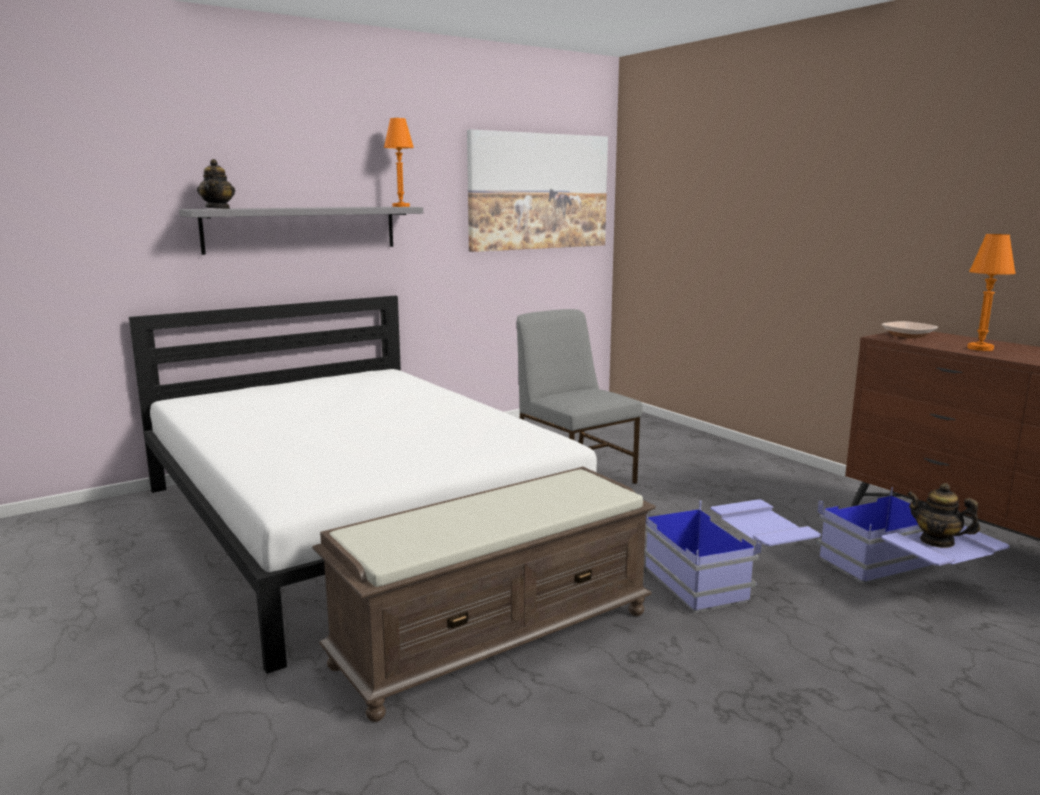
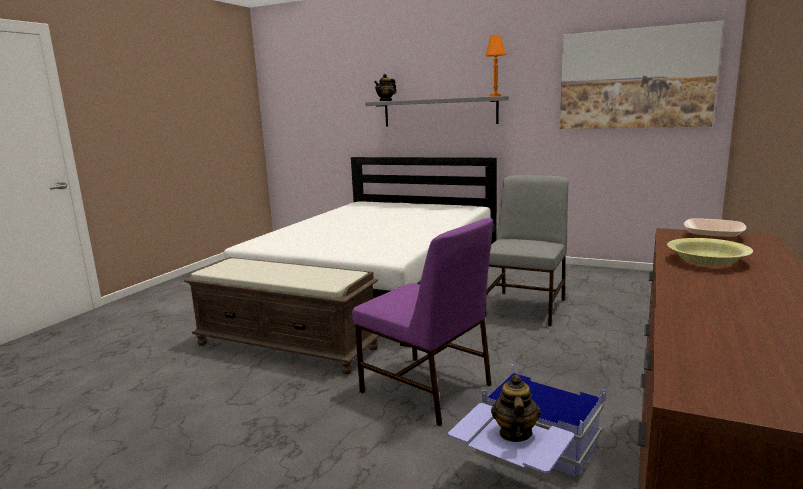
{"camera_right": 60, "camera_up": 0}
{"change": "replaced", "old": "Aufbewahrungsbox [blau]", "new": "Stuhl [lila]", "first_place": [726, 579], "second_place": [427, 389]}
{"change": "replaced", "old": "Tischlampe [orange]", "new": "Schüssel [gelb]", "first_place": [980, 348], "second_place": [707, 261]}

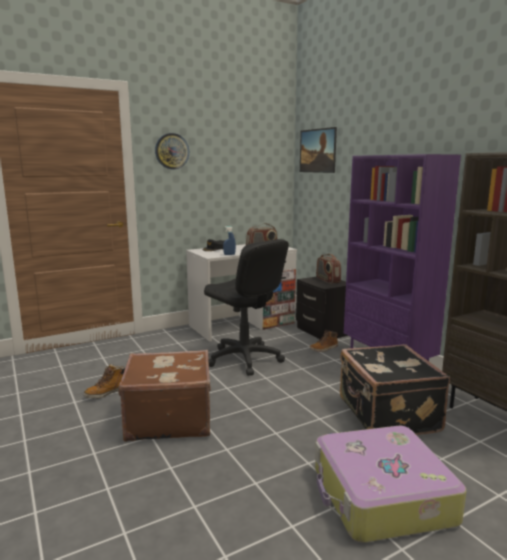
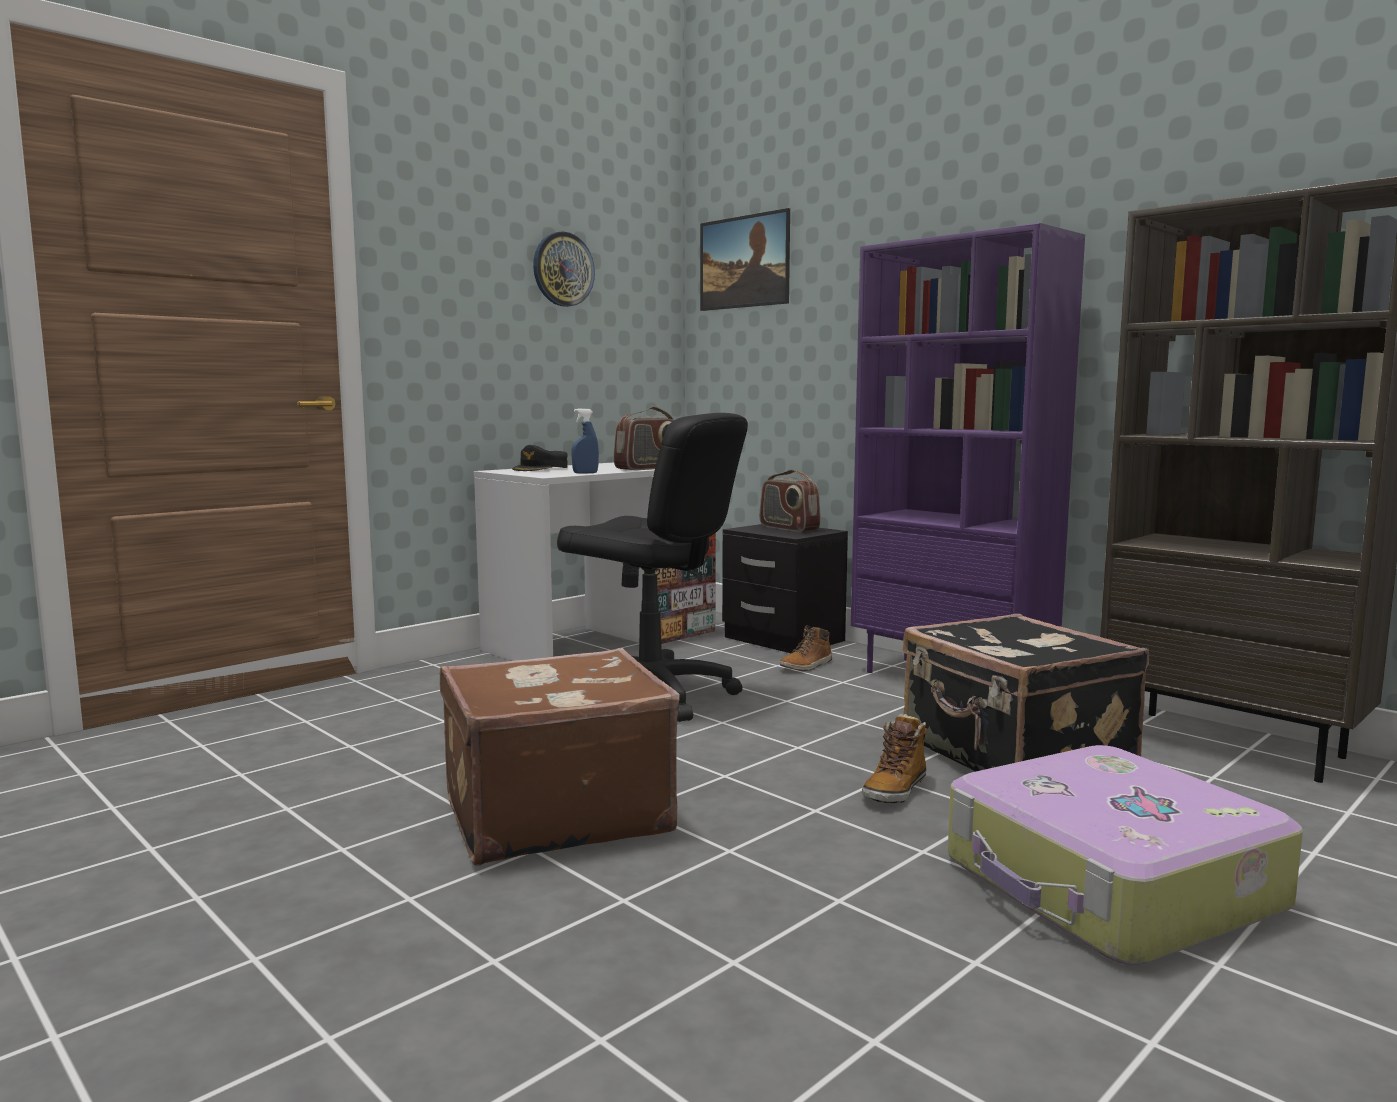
{"camera_right": -15, "camera_up": -5}
{"change": "moved", "old": "Stiefel", "first_place": [106, 393], "second_place": [895, 790]}
{"change": "moved", "old": "Wanduhr", "first_place": [172, 151], "second_place": [563, 269]}

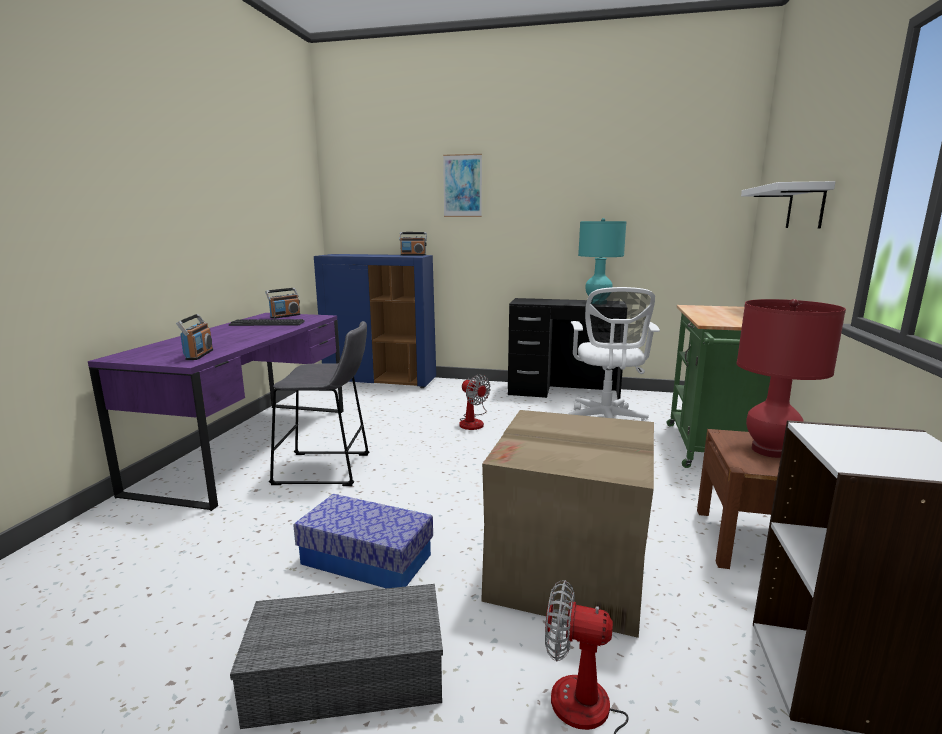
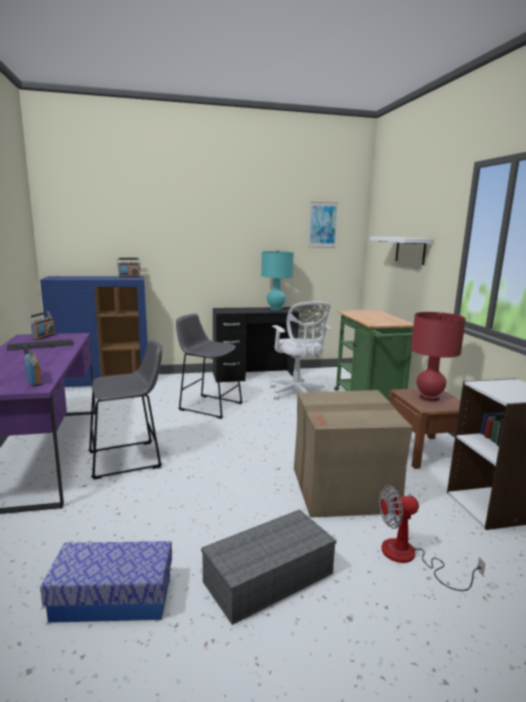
{"camera_right": -25, "camera_up": 0}
{"change": "moved", "old": "Aufbewahrungsbox", "first_place": [366, 559], "second_place": [112, 597]}
{"change": "moved", "old": "Bild", "first_place": [462, 186], "second_place": [323, 225]}
{"change": "replaced", "old": "Ventilator", "new": "Hocker [grau]", "first_place": [473, 421], "second_place": [208, 406]}

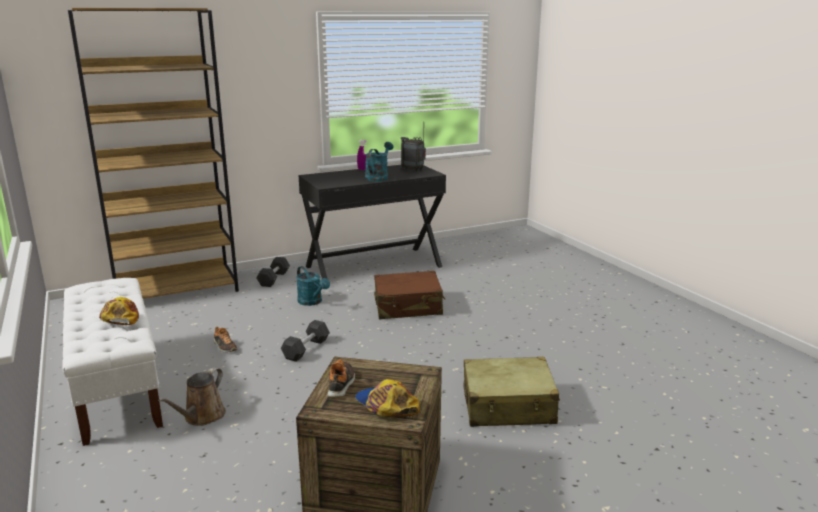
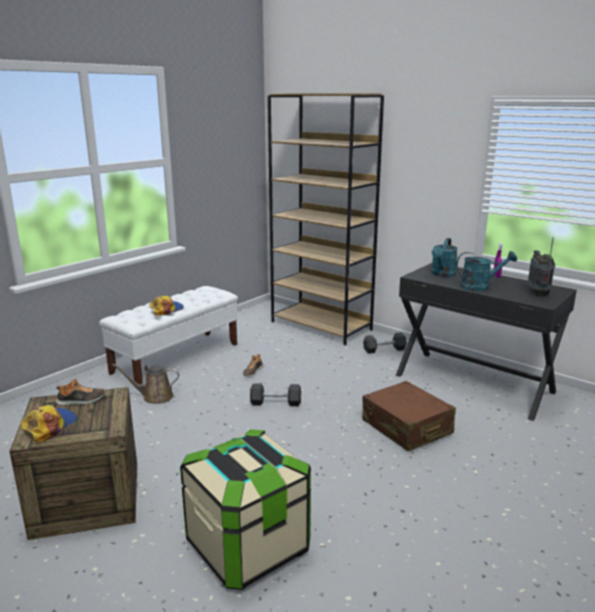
{"camera_right": 65, "camera_up": 0}
{"change": "moved", "old": "Gießkanne [türkis]", "first_place": [312, 302], "second_place": [442, 274]}
{"change": "replaced", "old": "Koffer [beige]", "new": "Aufbewahrungsbox", "first_place": [508, 406], "second_place": [248, 546]}

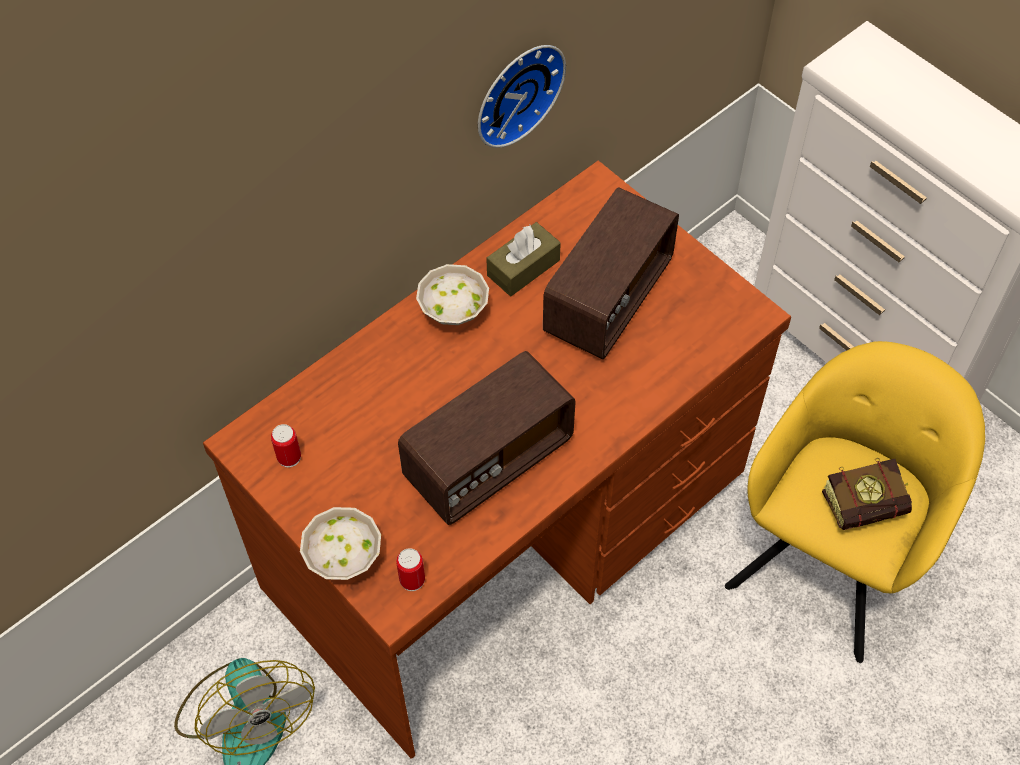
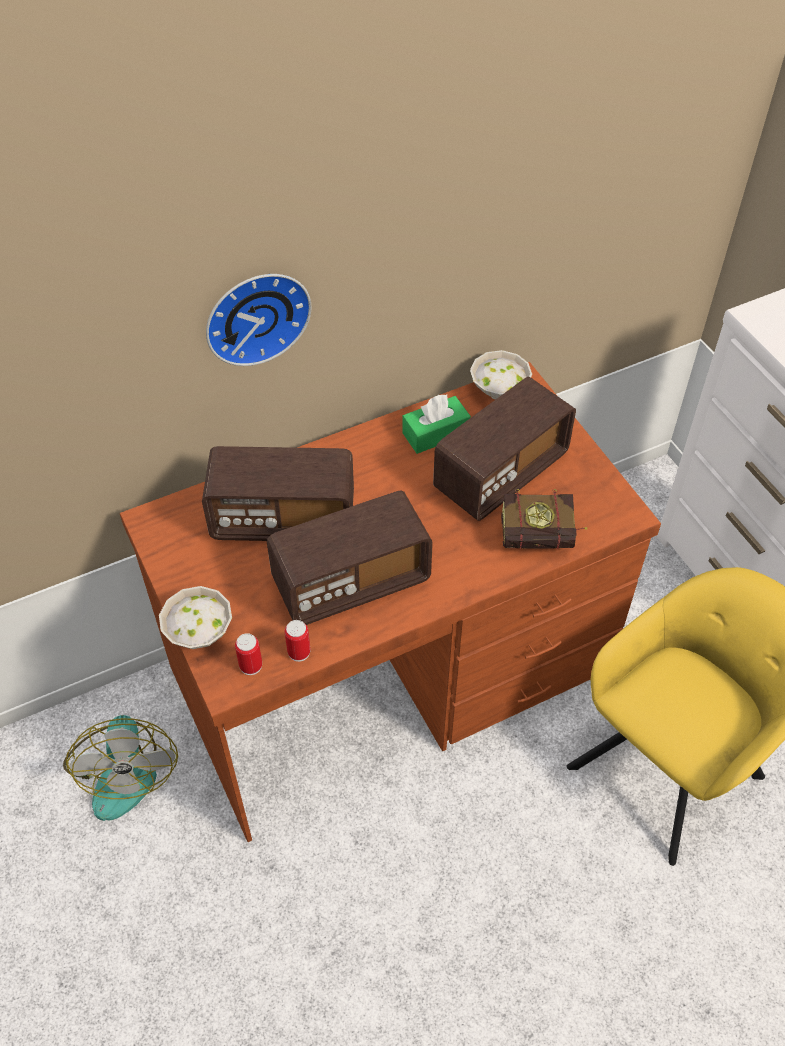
{"camera_right": 15, "camera_up": -5}
{"change": "added", "new": "Radio", "second_place": [283, 519]}
{"change": "moved", "old": "Dose", "first_place": [289, 457], "second_place": [299, 652]}
{"change": "moved", "old": "Schüssel [weiß]", "first_place": [452, 312], "second_place": [497, 391]}
{"change": "moved", "old": "Wanduhr", "first_place": [515, 91], "second_place": [255, 315]}
{"change": "moved", "old": "Buch", "first_place": [870, 505], "second_place": [544, 538]}
{"change": "recoloured", "old": "Taschentuchbox [braun]", "new": "Taschentuchbox [grün]", "first_place": [523, 268], "second_place": [435, 433]}

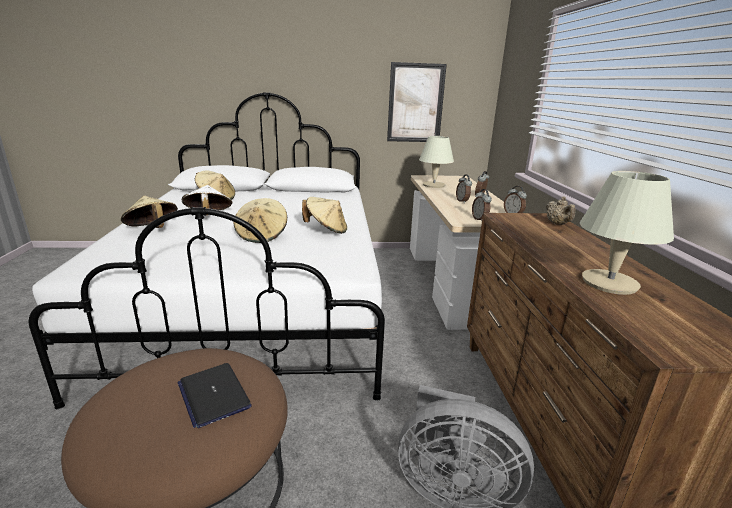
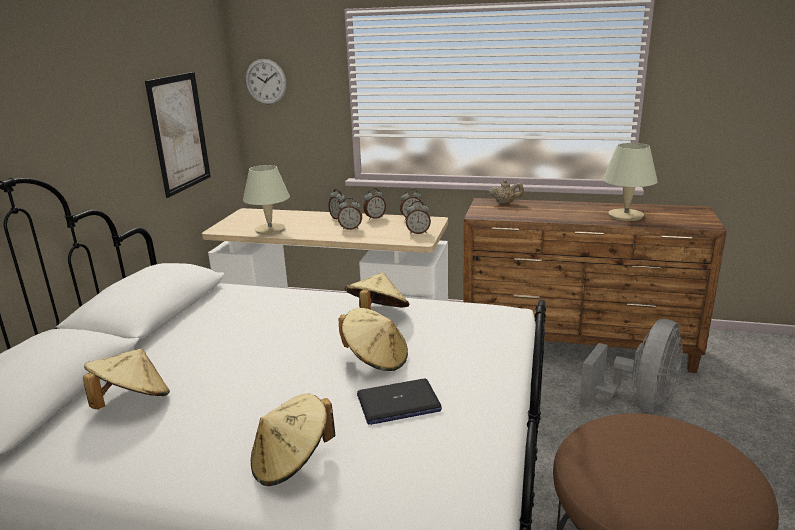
{"camera_right": -70, "camera_up": 0}
{"change": "removed", "old": "Hut [weiß]", "first_place": [208, 216]}
{"change": "added", "new": "Wanduhr", "second_place": [265, 81]}
{"change": "added", "new": "Wecker", "second_place": [375, 217]}
{"change": "moved", "old": "Laptop", "first_place": [213, 395], "second_place": [398, 403]}

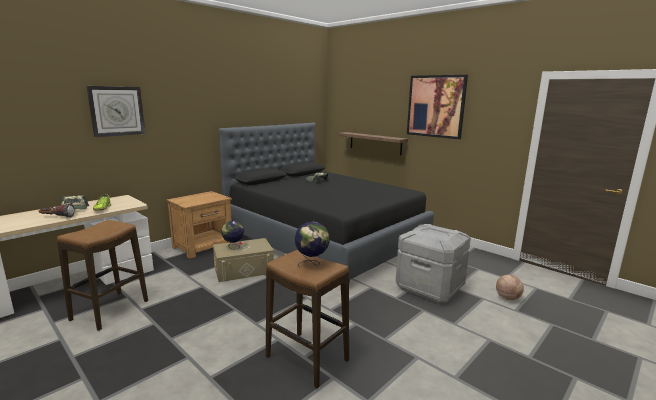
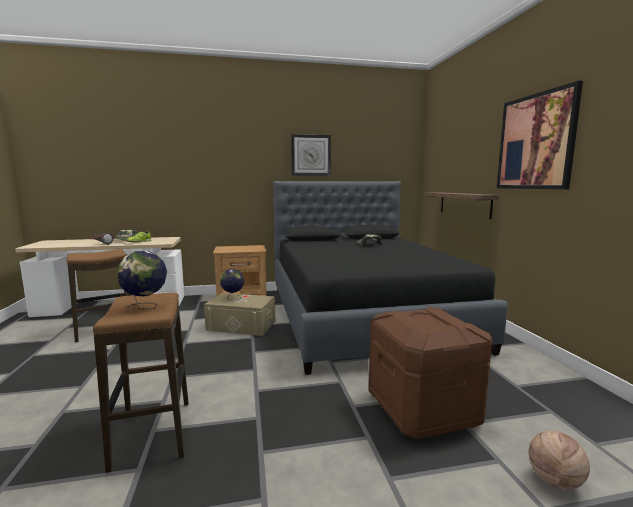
{"camera_right": 35, "camera_up": -5}
{"change": "moved", "old": "Wanduhr", "first_place": [117, 111], "second_place": [310, 155]}
{"change": "recoloured", "old": "Aufbewahrungsbox [grau]", "new": "Aufbewahrungsbox [braun]", "first_place": [430, 287], "second_place": [424, 409]}

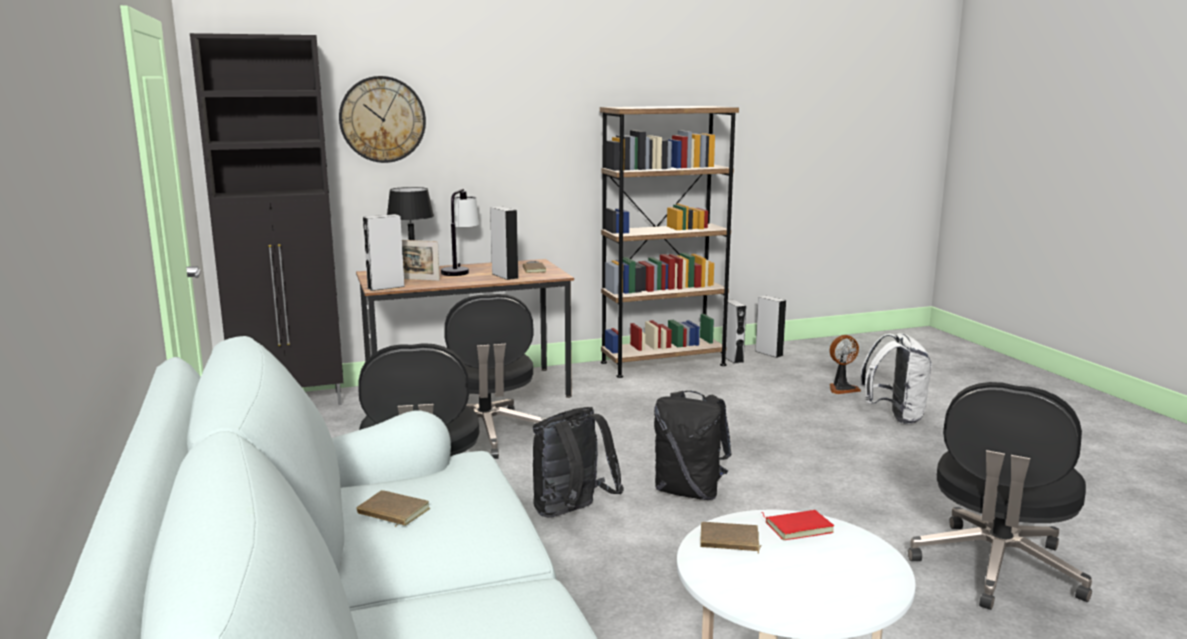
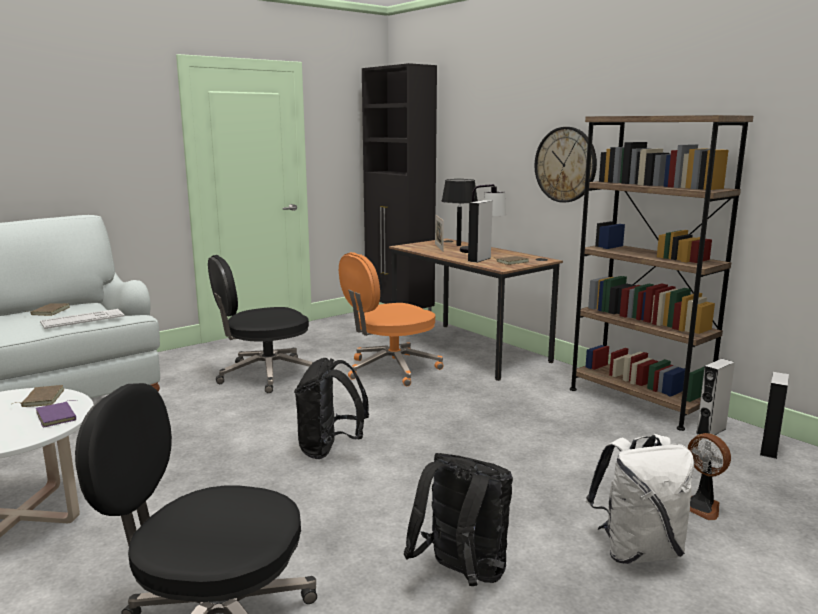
{"camera_right": 70, "camera_up": 0}
{"change": "removed", "old": "Lautsprecher [grau]", "first_place": [386, 287]}
{"change": "added", "new": "Tastatur", "second_place": [83, 319]}
{"change": "moved", "old": "Wanduhr", "first_place": [382, 119], "second_place": [565, 164]}
{"change": "moved", "old": "Rucksack [schwarz]", "first_place": [571, 513], "second_place": [461, 576]}
{"change": "recoloured", "old": "Bürostuhl [schwarz]", "new": "Bürostuhl [orange]", "first_place": [487, 435], "second_place": [390, 369]}
{"change": "recoloured", "old": "Buch [rot]", "new": "Buch [lila]", "first_place": [798, 527], "second_place": [58, 416]}

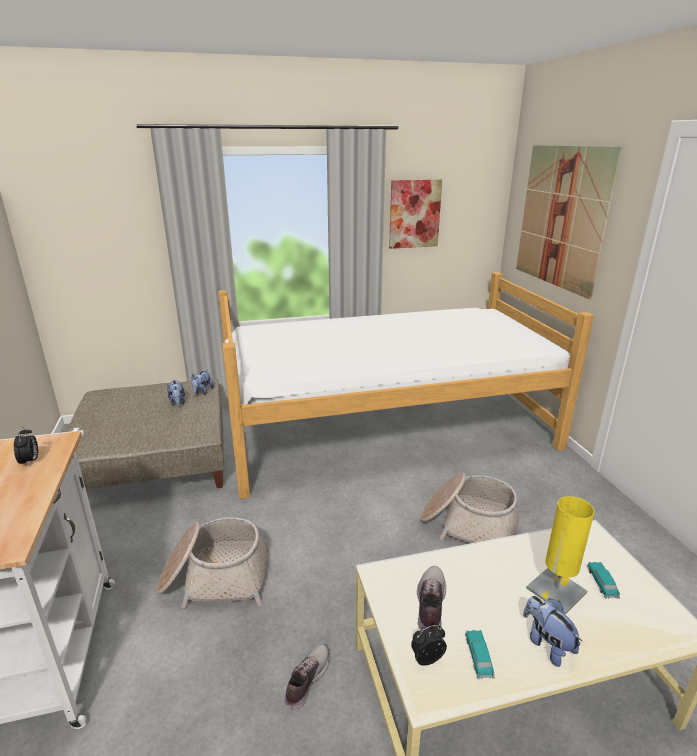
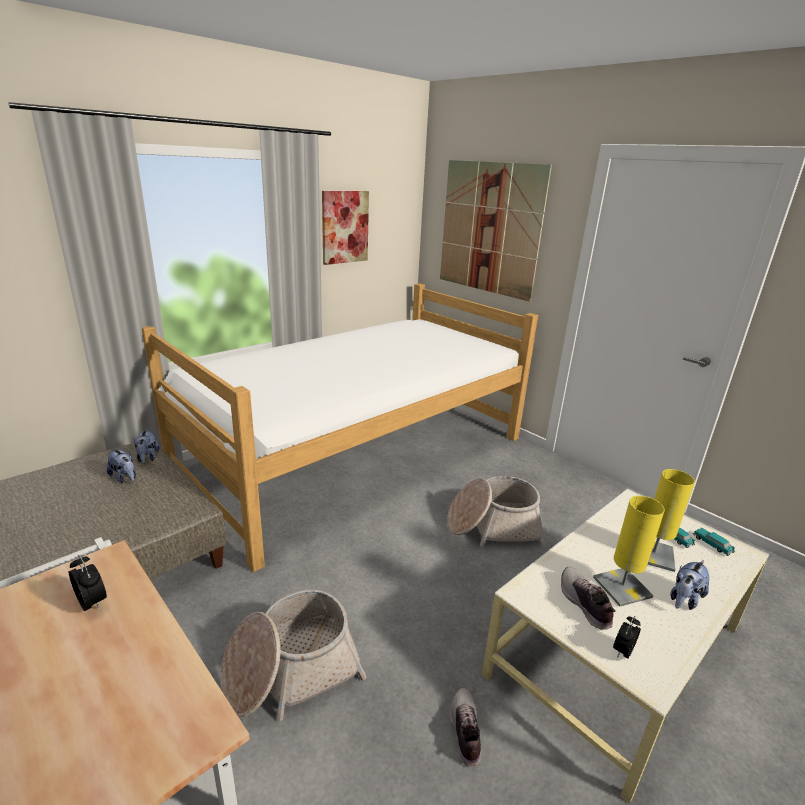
{"camera_right": -30, "camera_up": 0}
{"change": "added", "new": "Tischlampe [gelb]", "second_place": [622, 587]}
{"change": "moved", "old": "Spielzeugauto", "first_place": [478, 657], "second_place": [712, 544]}
{"change": "turned", "old": "Plüschtier", "first_place": [547, 643], "second_place": [684, 599], "degrees": -75}

